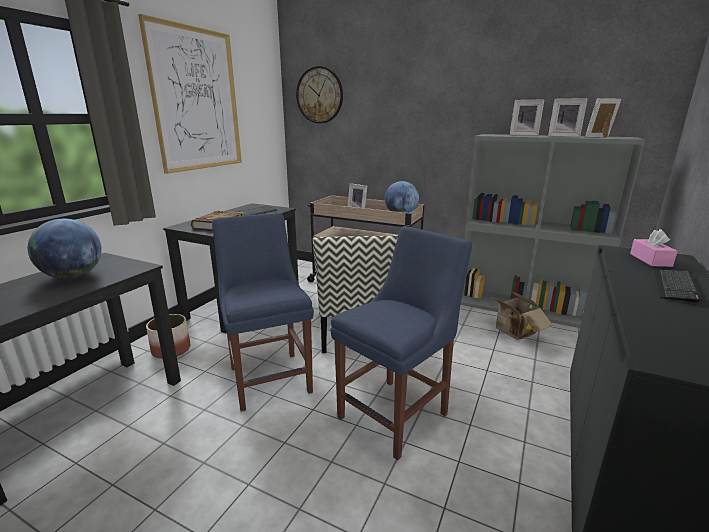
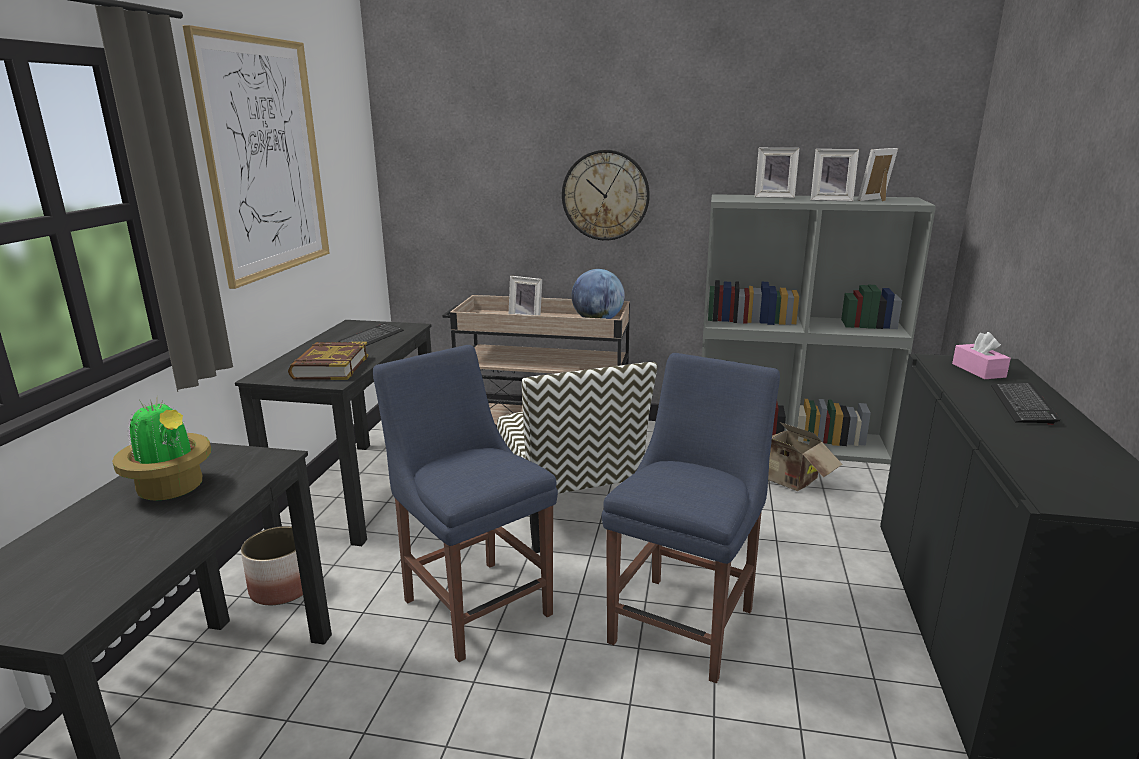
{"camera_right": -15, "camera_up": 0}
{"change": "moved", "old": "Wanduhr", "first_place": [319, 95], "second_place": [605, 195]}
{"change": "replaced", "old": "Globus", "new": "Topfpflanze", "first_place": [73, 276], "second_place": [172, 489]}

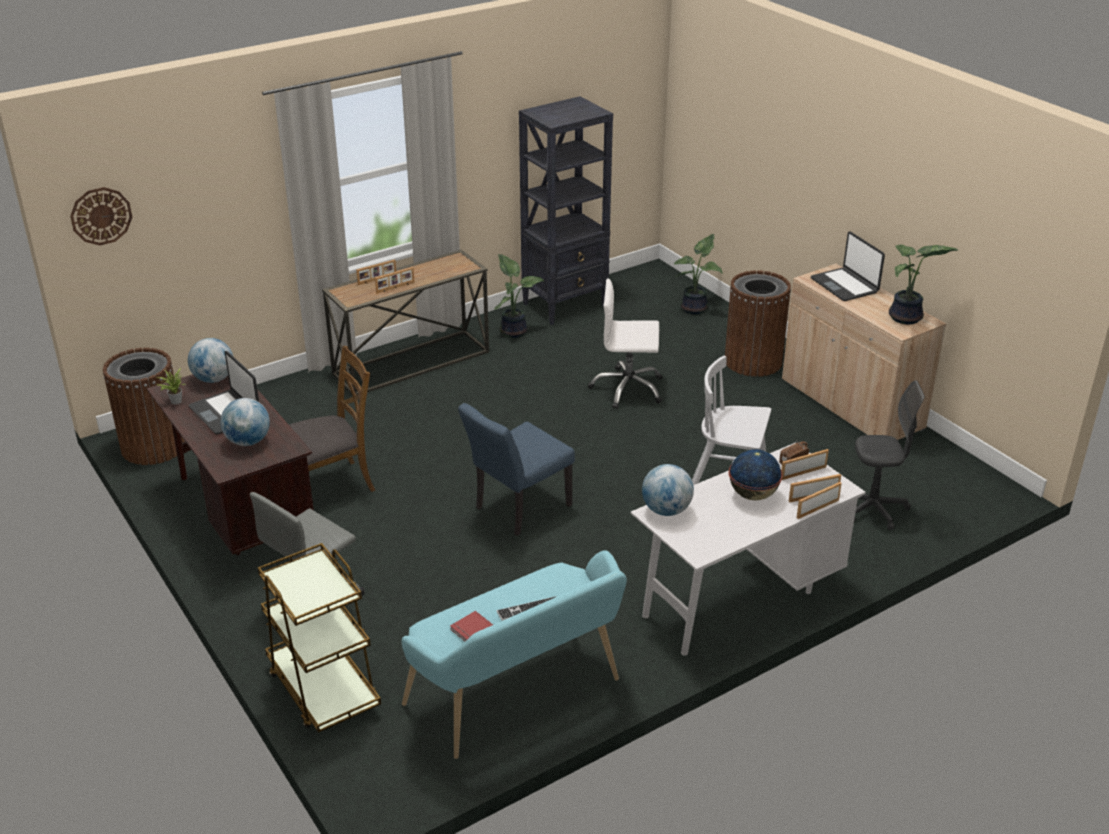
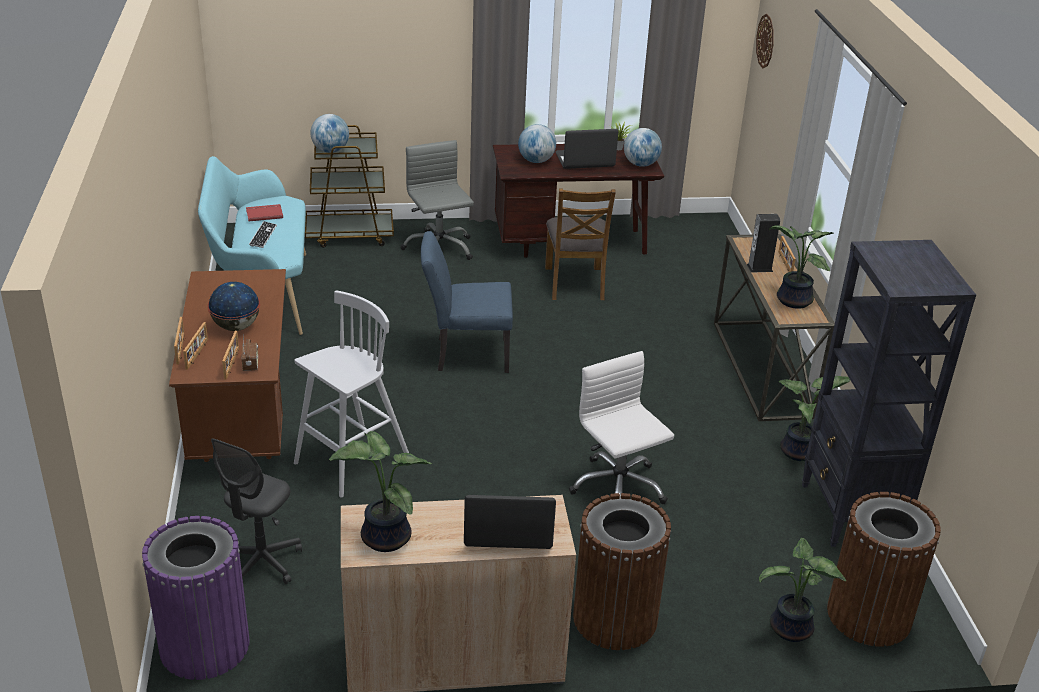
{"camera_right": 115, "camera_up": 0}
{"change": "added", "new": "Mülleimer [lila]", "second_place": [205, 646]}
{"change": "added", "new": "Topfpflanze", "second_place": [791, 301]}
{"change": "moved", "old": "Mülleimer [braun]", "first_place": [153, 446], "second_place": [869, 615]}
{"change": "moved", "old": "Globus", "first_place": [666, 510], "second_place": [330, 151]}
{"change": "replaced", "old": "Bilderrahmen", "new": "Lautsprecher", "first_place": [395, 288], "second_place": [759, 268]}
{"change": "recoloured", "old": "Schreibtisch [weiß]", "new": "Schreibtisch [braun]", "first_place": [739, 599], "second_place": [241, 420]}
{"change": "turned", "old": "Stuhl [blau]", "first_place": [517, 509], "second_place": [465, 354], "degrees": -75}
{"change": "turned", "old": "Bürostuhl [weiß]", "first_place": [628, 389], "second_place": [617, 488], "degrees": -60}

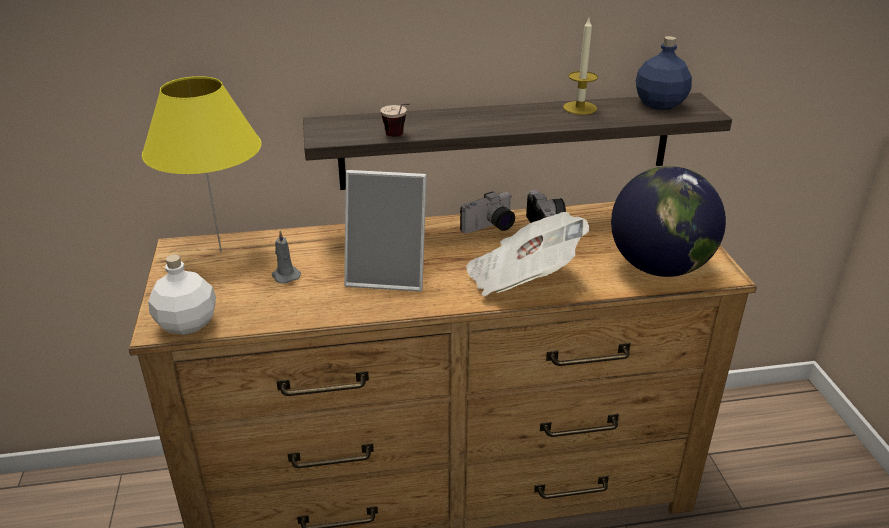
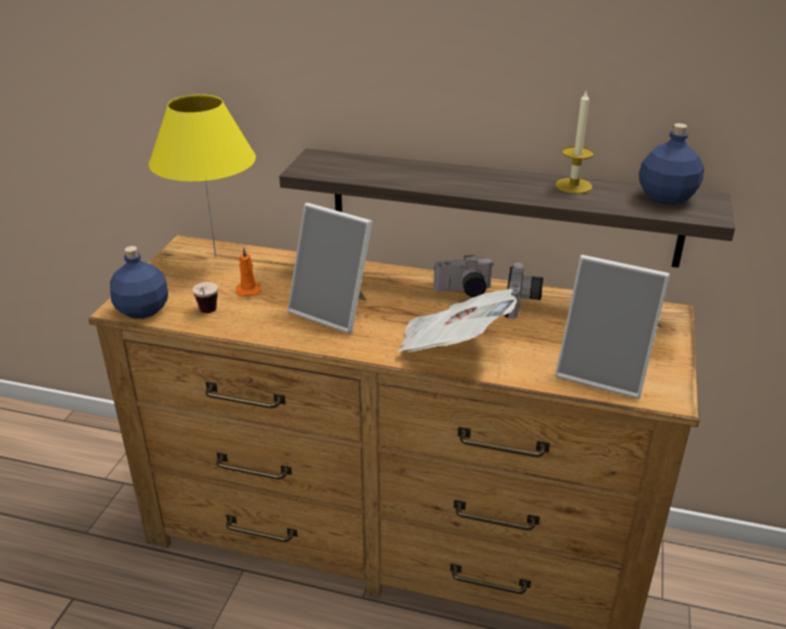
{"camera_right": 25, "camera_up": 0}
{"change": "moved", "old": "Tasse", "first_place": [399, 137], "second_place": [207, 314]}
{"change": "replaced", "old": "Globus", "new": "Bilderrahmen", "first_place": [659, 267], "second_place": [604, 372]}
{"change": "recoloured", "old": "Flasche [weiß]", "new": "Flasche [blau]", "first_place": [186, 324], "second_place": [142, 310]}
{"change": "recoloured", "old": "Kerze [grau]", "new": "Kerze [orange]", "first_place": [285, 275], "second_place": [248, 290]}

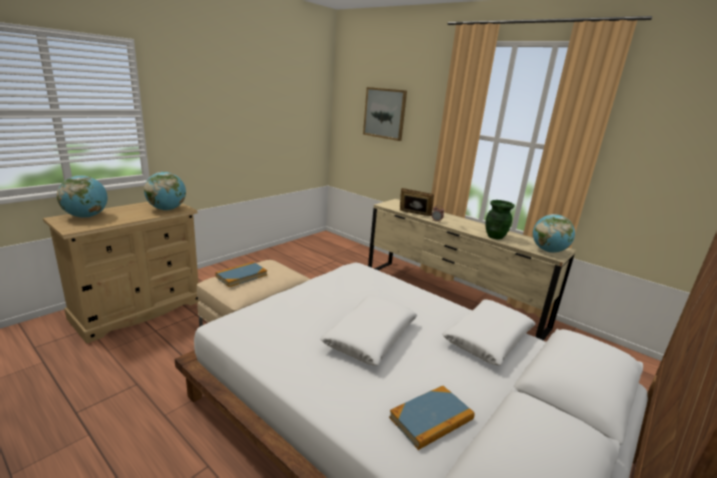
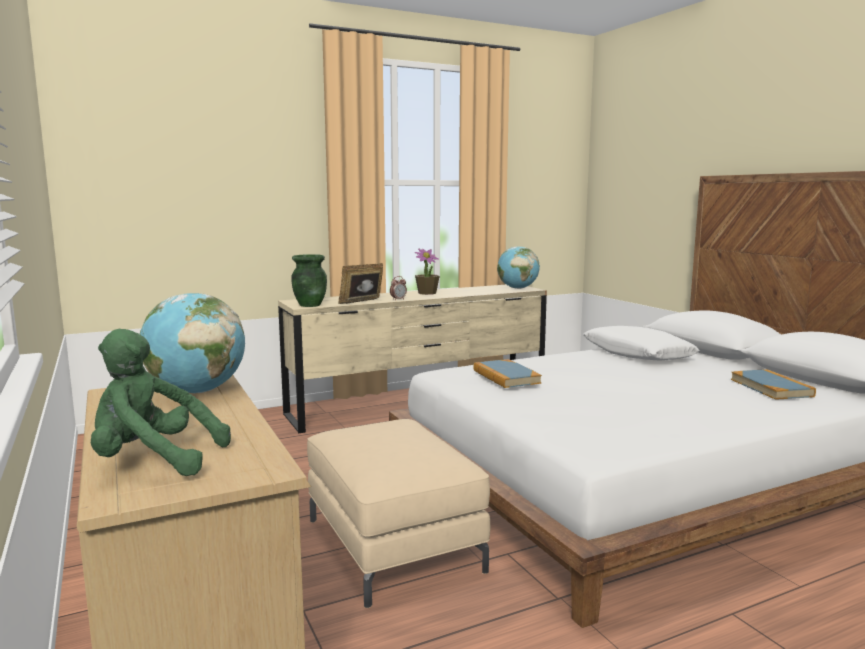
{"camera_right": -65, "camera_up": -10}
{"change": "removed", "old": "Kissen [weiß]", "first_place": [370, 337]}
{"change": "removed", "old": "Bild", "first_place": [385, 113]}
{"change": "added", "new": "Topfpflanze", "second_place": [427, 293]}
{"change": "moved", "old": "Buch", "first_place": [241, 276], "second_place": [506, 377]}
{"change": "moved", "old": "Vase [grün]", "first_place": [495, 236], "second_place": [309, 305]}
{"change": "replaced", "old": "Globus", "new": "Plüschtier [grün]", "first_place": [86, 216], "second_place": [153, 461]}

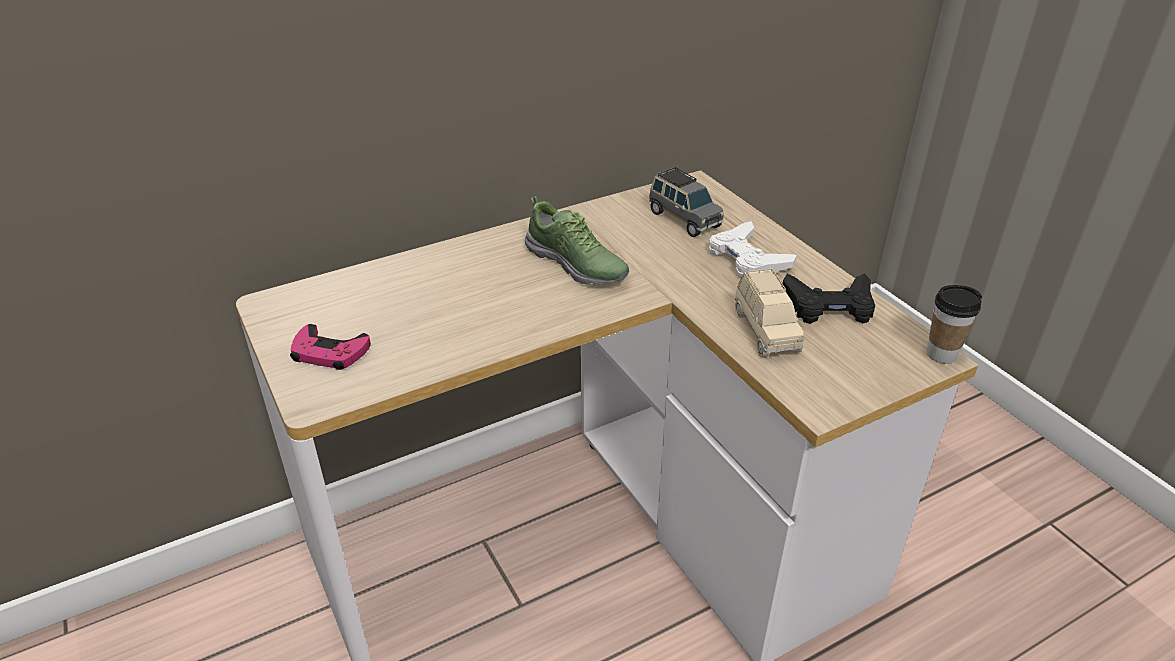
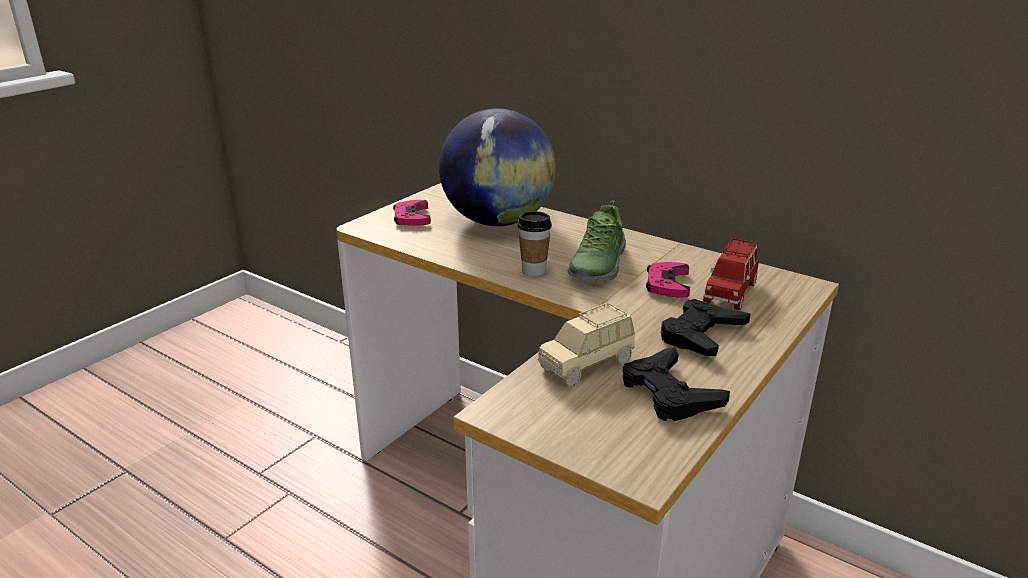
{"camera_right": 65, "camera_up": -10}
{"change": "added", "new": "Globus", "second_place": [498, 221]}
{"change": "added", "new": "Gamepad [rosa]", "second_place": [667, 284]}
{"change": "moved", "old": "Tasse", "first_place": [941, 354], "second_place": [533, 271]}
{"change": "recoloured", "old": "Spielzeugauto [grau]", "new": "Spielzeugauto [rot]", "first_place": [683, 219], "second_place": [730, 292]}
{"change": "recoloured", "old": "Gamepad [weiß]", "new": "Gamepad [schwarz]", "first_place": [747, 259], "second_place": [701, 335]}

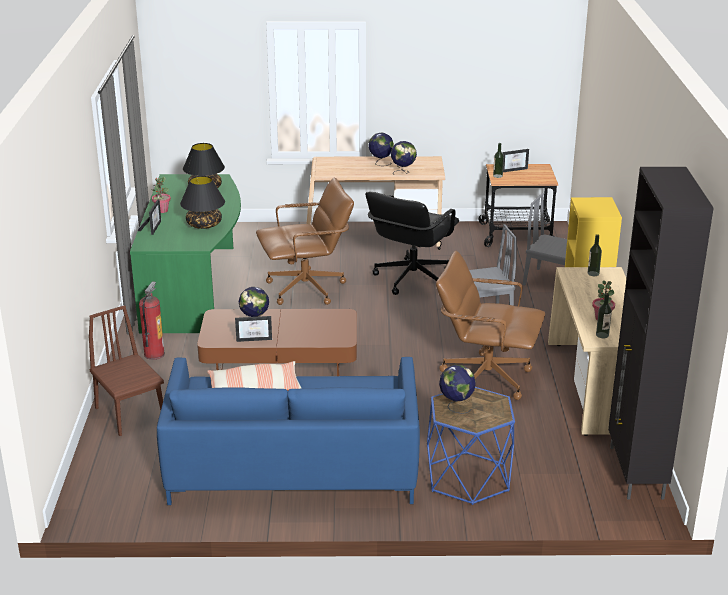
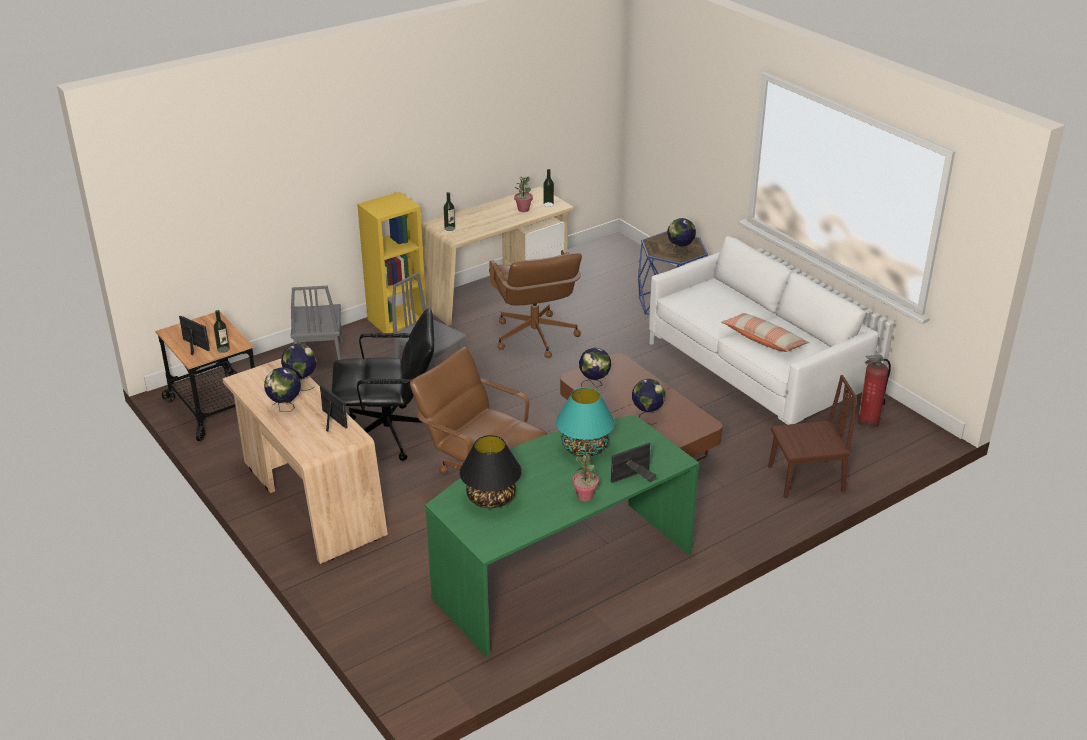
{"camera_right": -125, "camera_up": 5}
{"change": "removed", "old": "Schrank [schwarz]", "first_place": [635, 473]}
{"change": "added", "new": "Globus", "second_place": [594, 384]}
{"change": "moved", "old": "Feuerlöscher", "first_place": [154, 354], "second_place": [868, 422]}
{"change": "moved", "old": "Bilderrahmen", "first_place": [254, 338], "second_place": [330, 420]}
{"change": "recoloured", "old": "Sofa [blau]", "new": "Sofa [weiß]", "first_place": [293, 466], "second_place": [753, 372]}
{"change": "recoloured", "old": "Tischlampe [schwarz]", "new": "Tischlampe [türkis]", "first_place": [204, 224], "second_place": [584, 447]}
{"change": "turned", "old": "Stuhl [braun]", "first_place": [130, 414], "second_place": [805, 479], "degrees": -120}

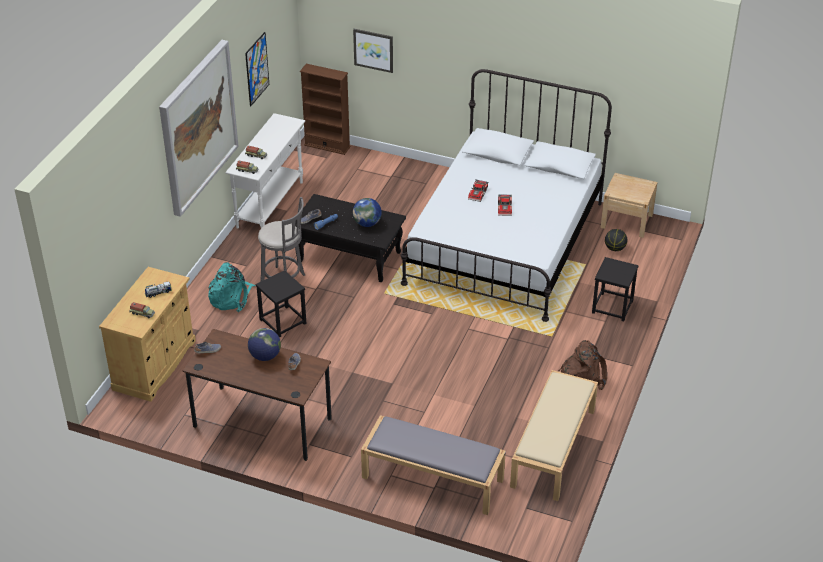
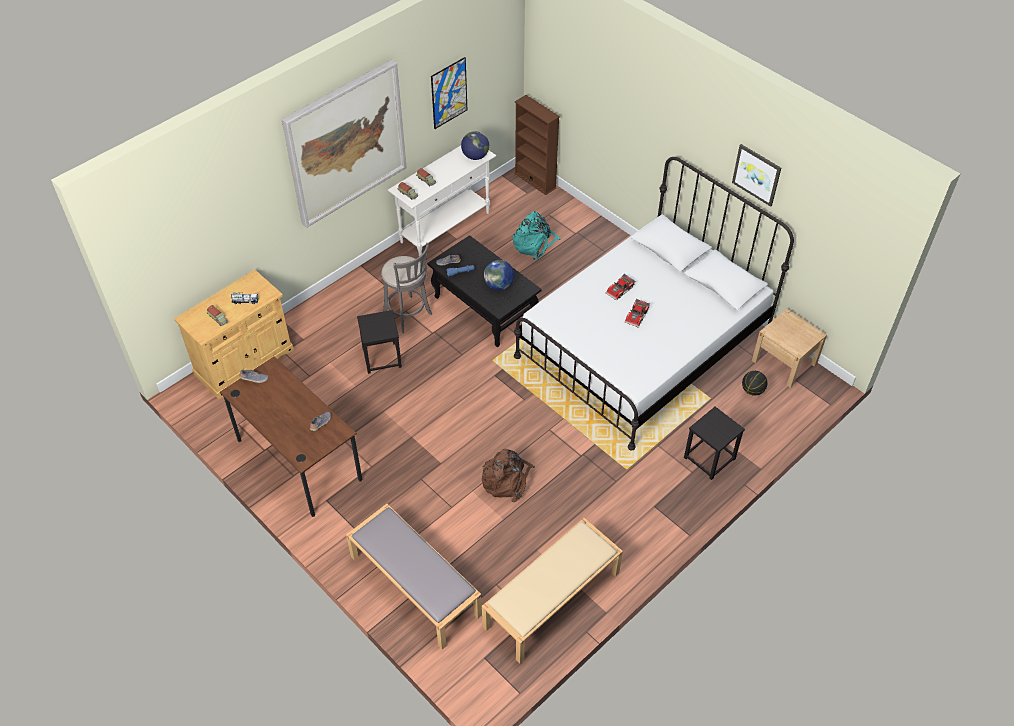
{"camera_right": 25, "camera_up": 10}
{"change": "moved", "old": "Rucksack [türkis]", "first_place": [231, 297], "second_place": [534, 244]}
{"change": "moved", "old": "Globus", "first_place": [265, 356], "second_place": [475, 156]}
{"change": "moved", "old": "Bild", "first_place": [373, 50], "second_place": [757, 174]}
{"change": "moved", "old": "Rucksack [braun]", "first_place": [583, 376], "second_place": [507, 480]}

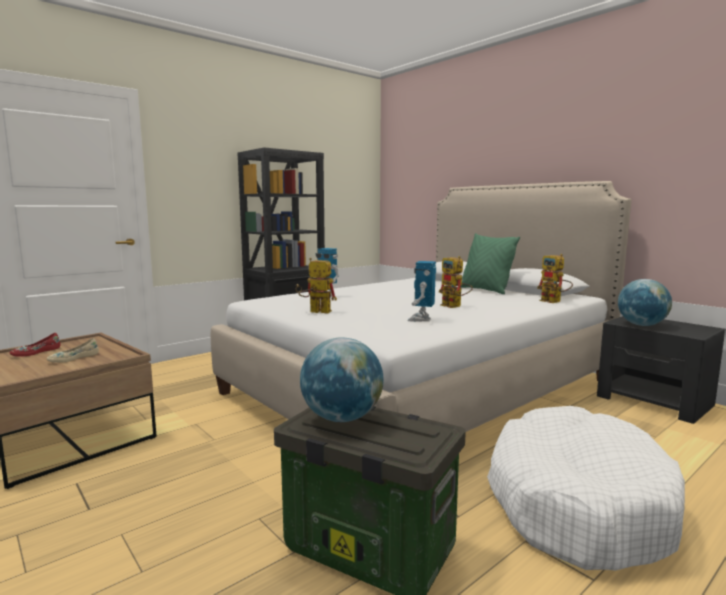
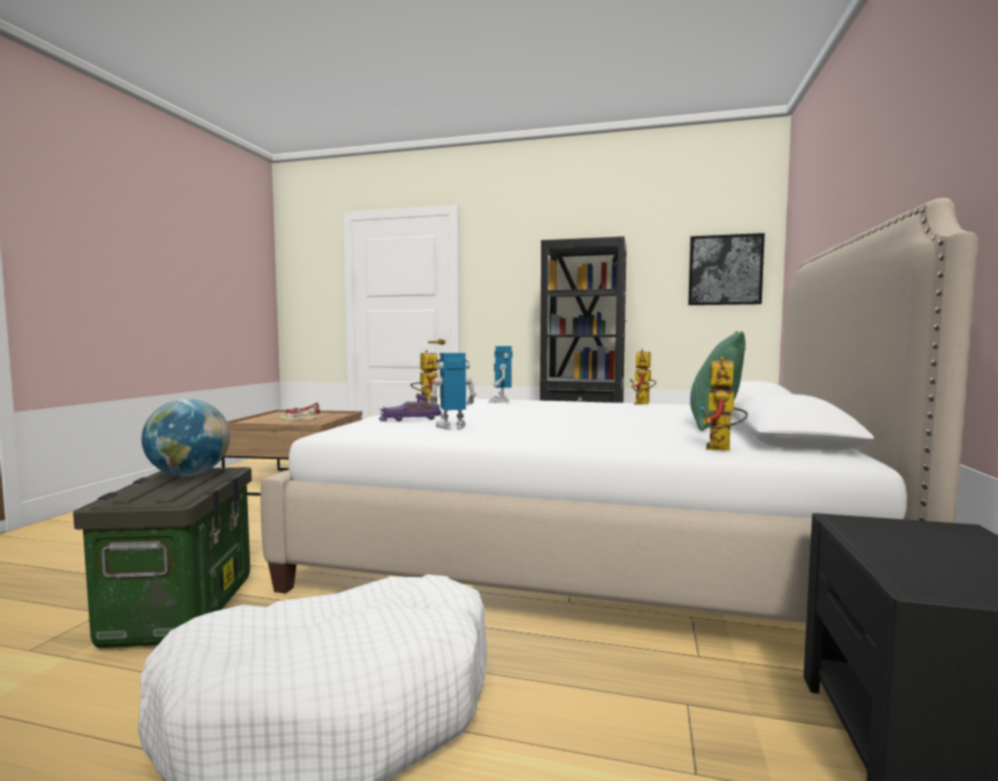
{"camera_right": 55, "camera_up": -5}
{"change": "removed", "old": "Globus", "first_place": [641, 325]}
{"change": "added", "new": "Spielzeugauto [lila]", "second_place": [409, 419]}
{"change": "added", "new": "Bild", "second_place": [725, 270]}
{"change": "moved", "old": "Spielzeugroboter", "first_place": [455, 306], "second_place": [643, 404]}

